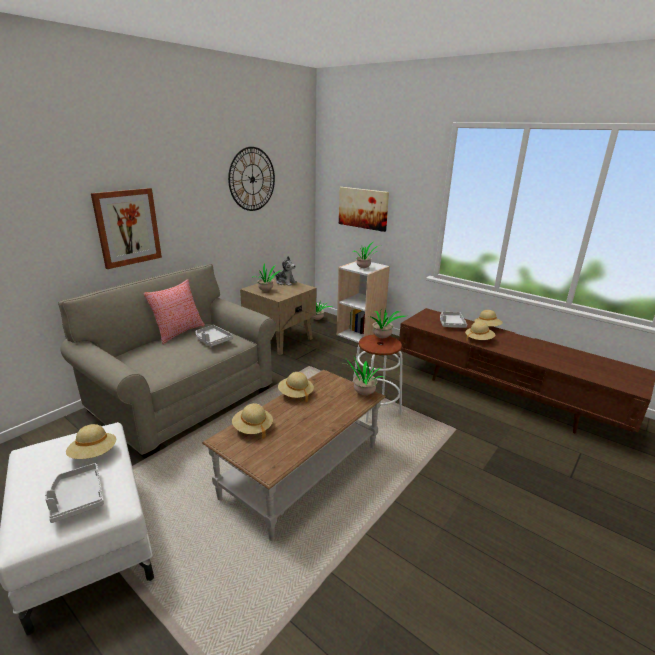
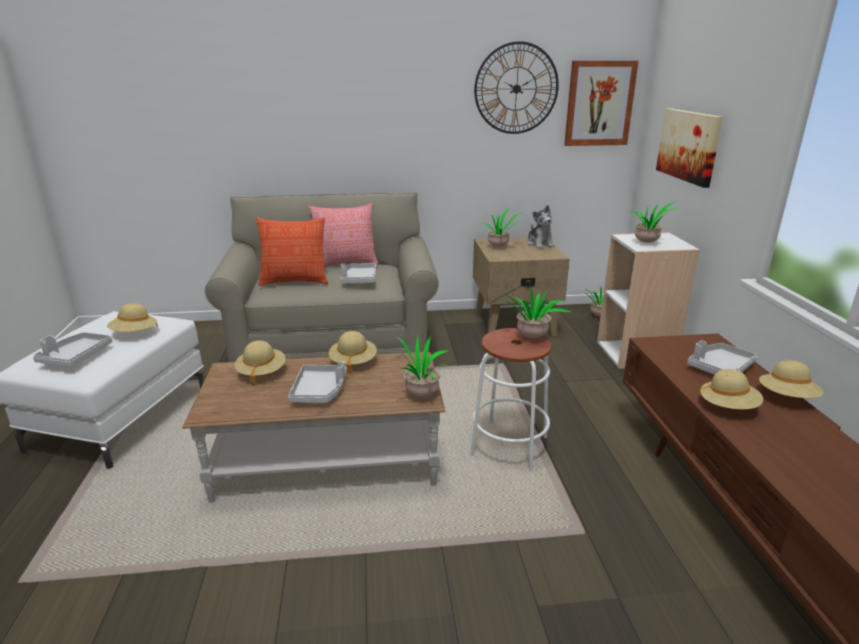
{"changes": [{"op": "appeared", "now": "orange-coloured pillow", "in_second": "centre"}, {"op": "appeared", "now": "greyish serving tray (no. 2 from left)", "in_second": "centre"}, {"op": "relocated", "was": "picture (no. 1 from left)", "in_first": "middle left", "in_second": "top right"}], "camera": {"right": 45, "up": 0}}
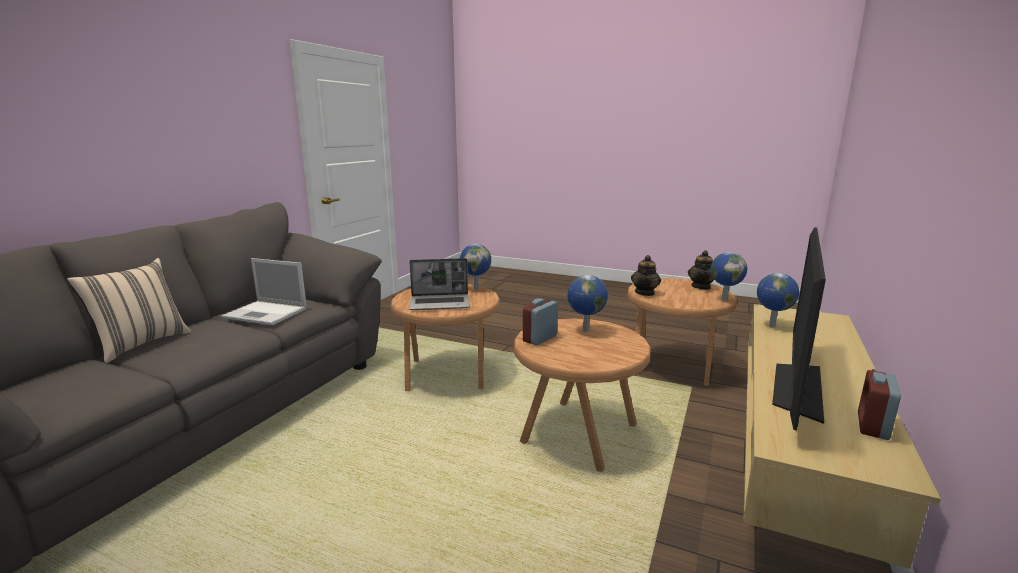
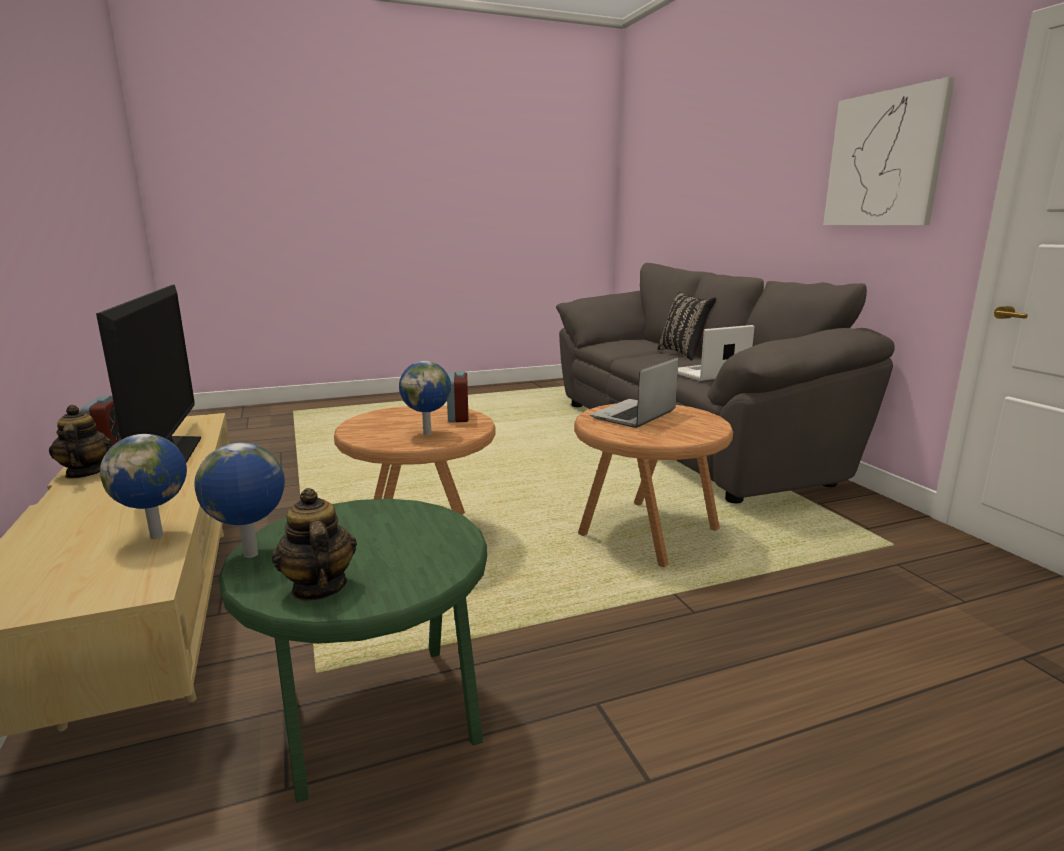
{"changes": [{"op": "missing", "was": "globe (no. 1 from left)", "in_first": "centre"}, {"op": "appeared", "now": "picture", "in_second": "top right"}, {"op": "relocated", "was": "teapot (no. 1 from left)", "in_first": "centre", "in_second": "middle left"}, {"op": "colour", "was": "beige-coloured pillow", "now": "blackish pillow", "in_first": "middle left", "in_second": "centre"}, {"op": "colour", "was": "brownish accent table (no. 3 from left)", "now": "green-coloured accent table", "in_first": "middle right", "in_second": "bottom left"}], "camera": {"right": 135, "up": 0}}
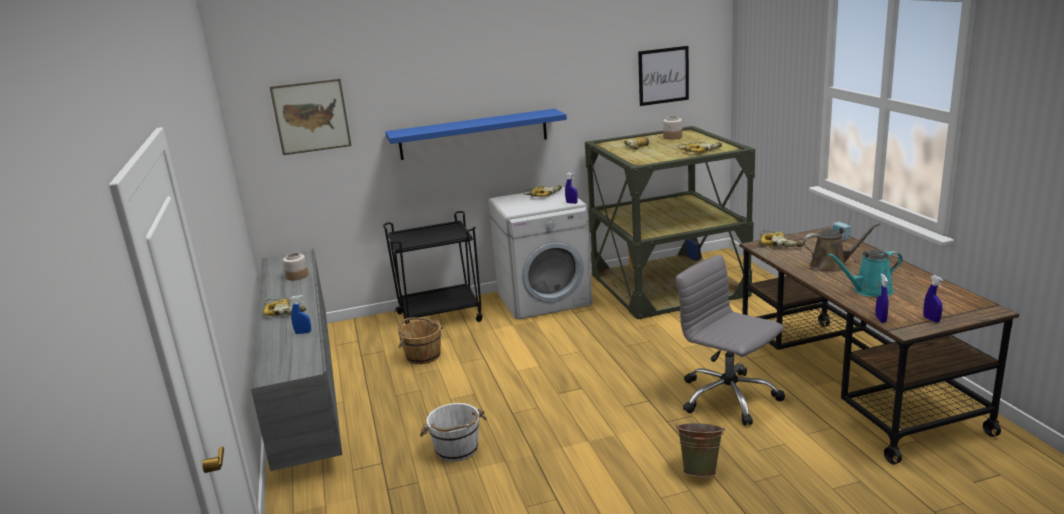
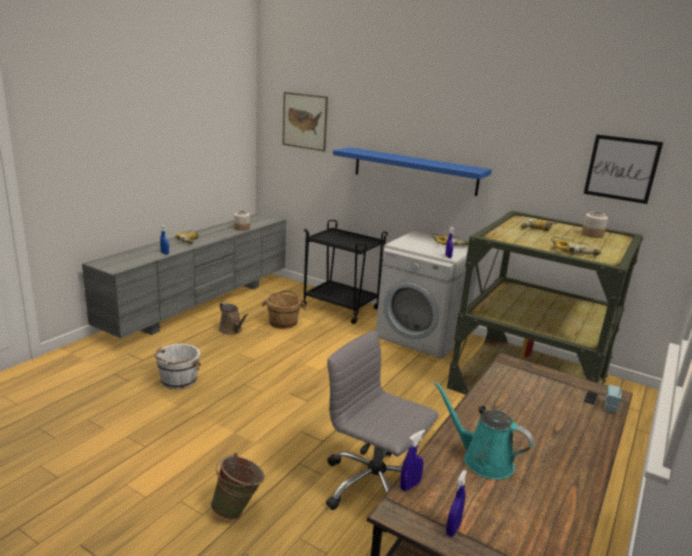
{"changes": [{"op": "missing", "was": "electric drill (no. 5 from left)", "in_first": "middle right"}, {"op": "relocated", "was": "brownish watering can", "in_first": "middle right", "in_second": "centre"}, {"op": "spun", "was": "greyish computer chair", "in_first": "middle right", "in_second": "bottom centre", "clockwise": -60}], "camera": {"right": 45, "up": 0}}
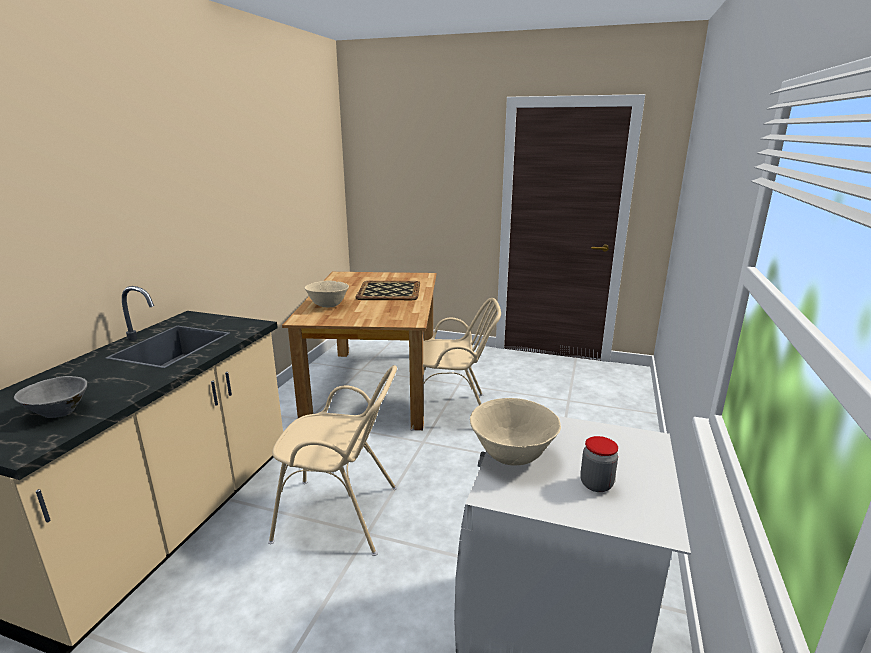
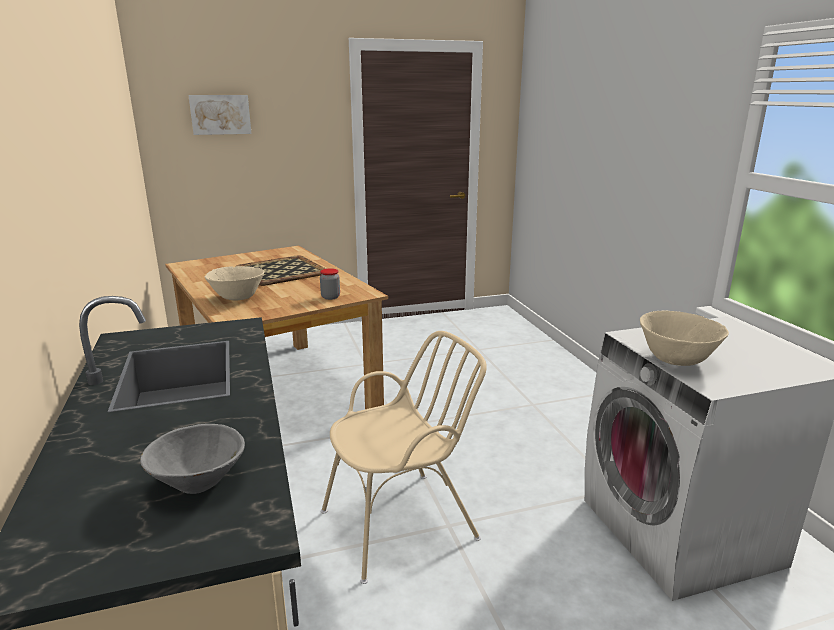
{"changes": [{"op": "missing", "was": "beige-coloured plain chair (no. 2 from left)", "in_first": "centre"}, {"op": "appeared", "now": "picture", "in_second": "top left"}, {"op": "relocated", "was": "jar", "in_first": "bottom right", "in_second": "centre"}], "camera": {"right": -35, "up": 0}}
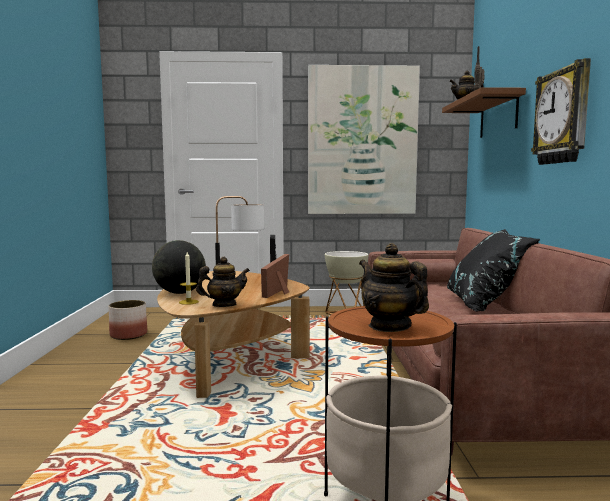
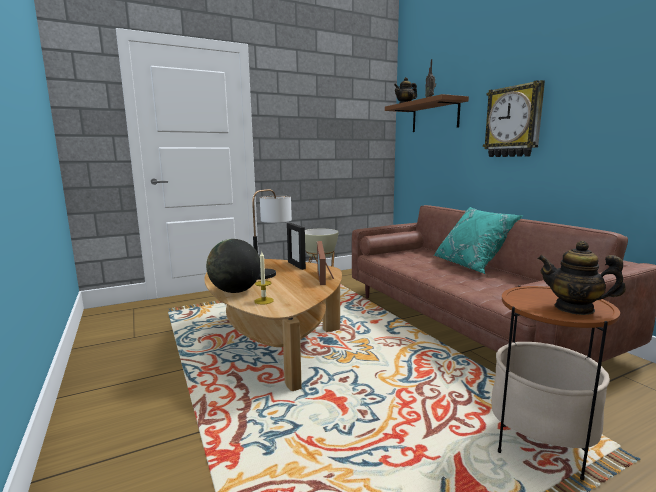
{"changes": [{"op": "missing", "was": "plant pot (no. 1 from left)", "in_first": "middle left"}, {"op": "missing", "was": "teapot (no. 1 from left)", "in_first": "centre"}, {"op": "missing", "was": "picture", "in_first": "top centre"}, {"op": "colour", "was": "blackish pillow", "now": "blue-green pillow", "in_first": "middle right", "in_second": "middle right"}], "camera": {"right": -25, "up": 5}}
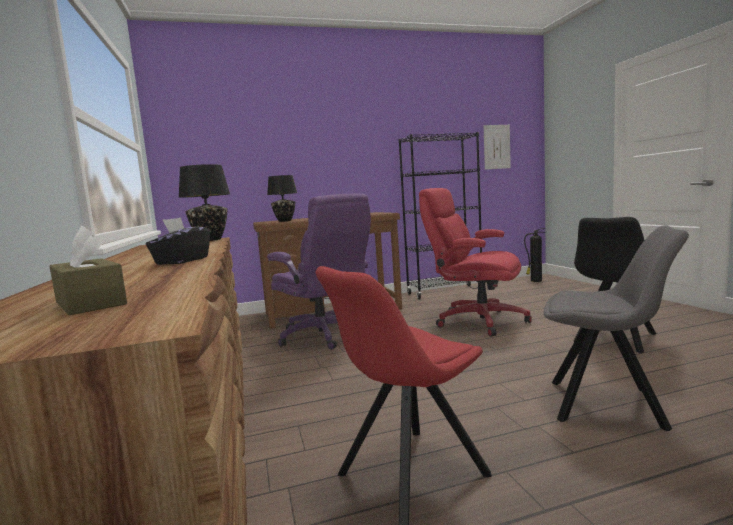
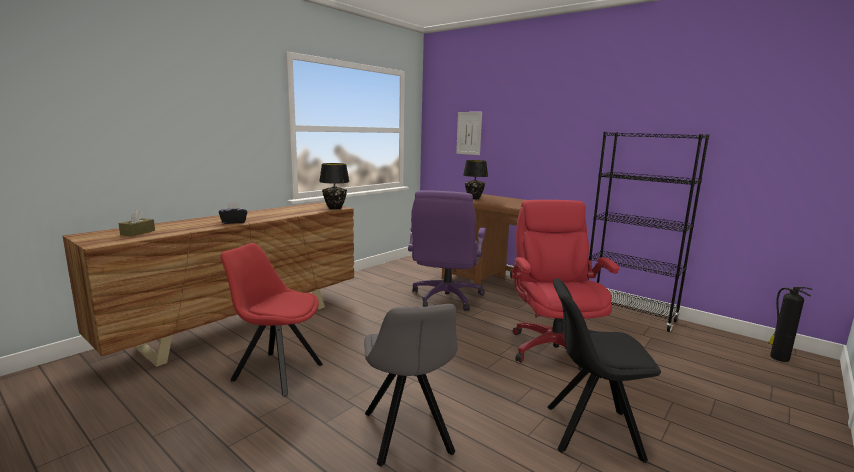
{"changes": [{"op": "relocated", "was": "picture", "in_first": "top right", "in_second": "top centre"}], "camera": {"right": 55, "up": 5}}
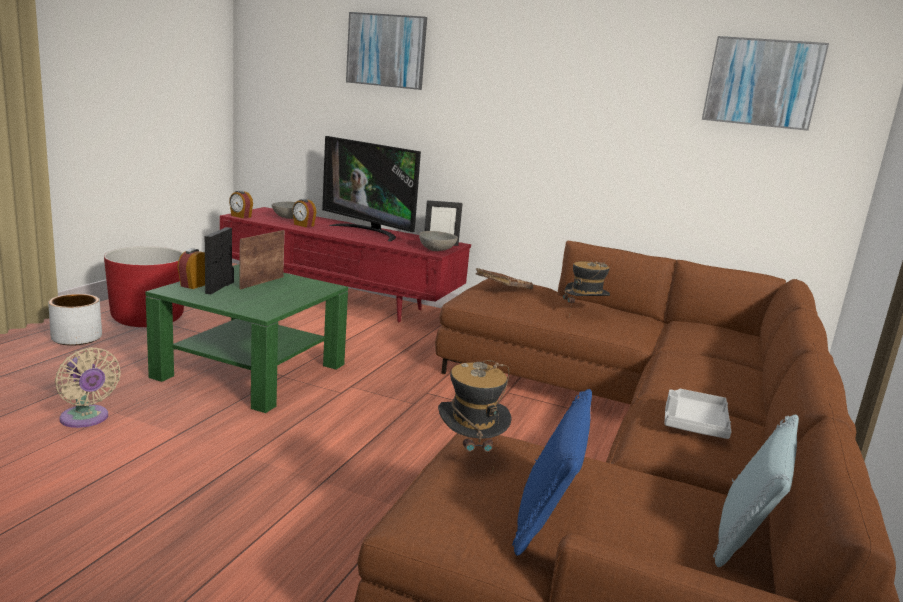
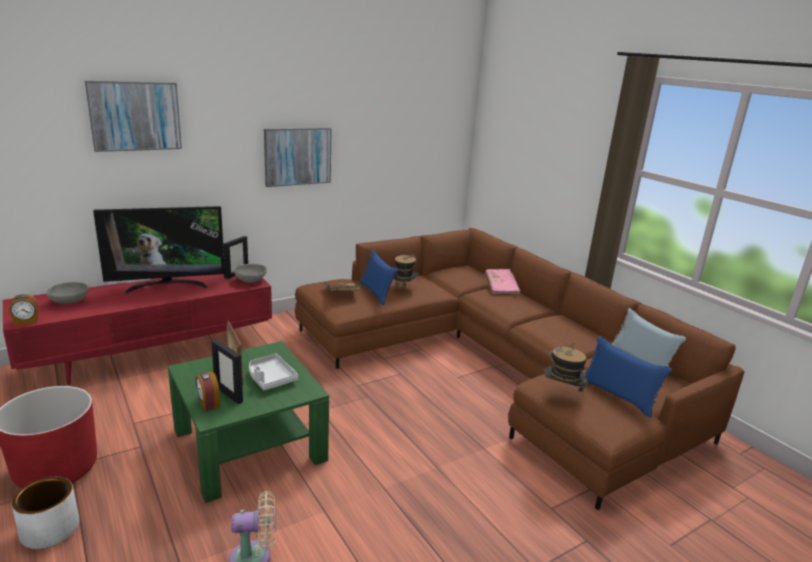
{"changes": [{"op": "missing", "was": "alarm clock (no. 3 from left)", "in_first": "centre"}, {"op": "appeared", "now": "blue-coloured pillow (no. 1 from left)", "in_second": "centre"}, {"op": "appeared", "now": "pink-coloured volume", "in_second": "centre"}, {"op": "relocated", "was": "greyish serving tray", "in_first": "bottom right", "in_second": "centre"}, {"op": "relocated", "was": "picture (no. 2 from left)", "in_first": "top right", "in_second": "top centre"}], "camera": {"right": -55, "up": 5}}
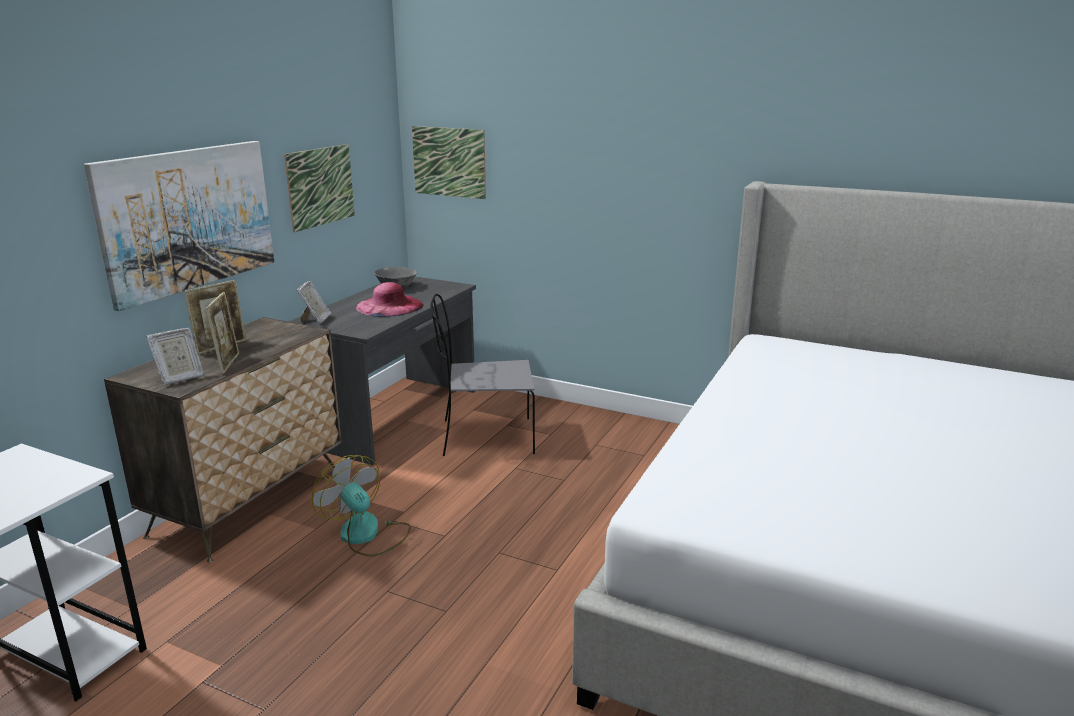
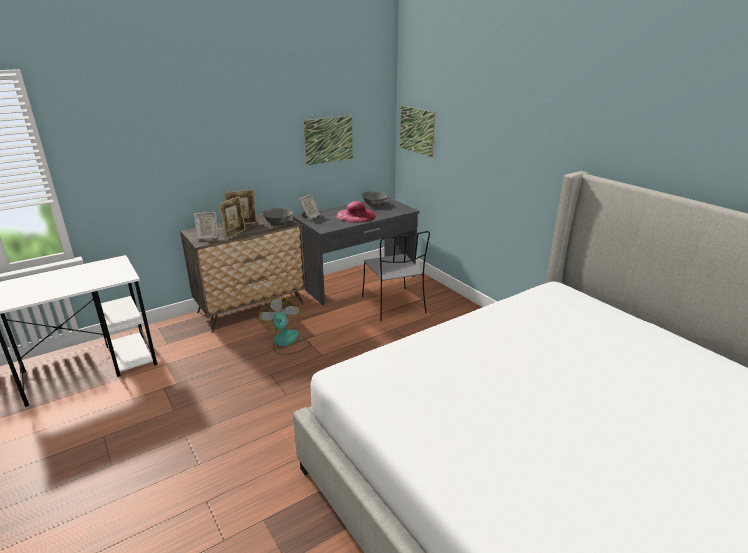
{"changes": [{"op": "missing", "was": "picture (no. 1 from left)", "in_first": "top left"}, {"op": "appeared", "now": "greyish serving bowl (no. 1 from left)", "in_second": "centre"}, {"op": "spun", "was": "greyish plain chair", "in_first": "centre", "in_second": "centre", "clockwise": -135}], "camera": {"right": 30, "up": 5}}
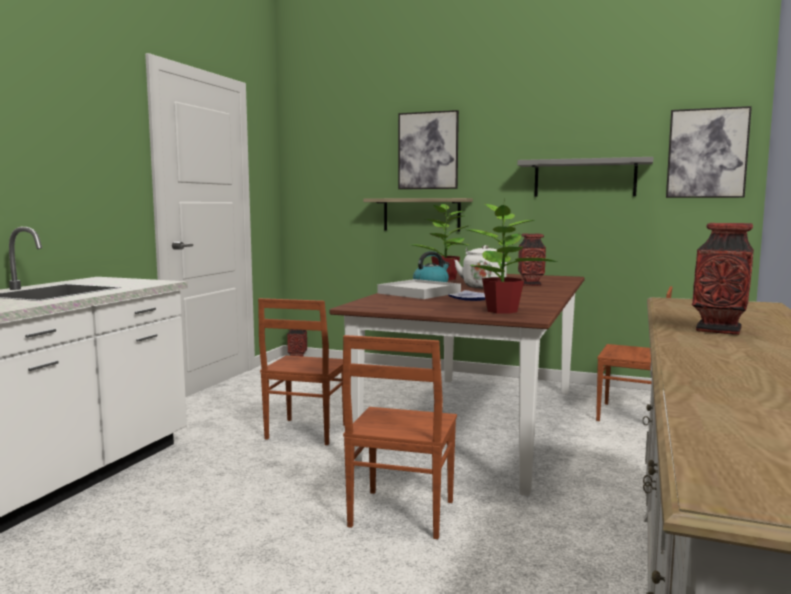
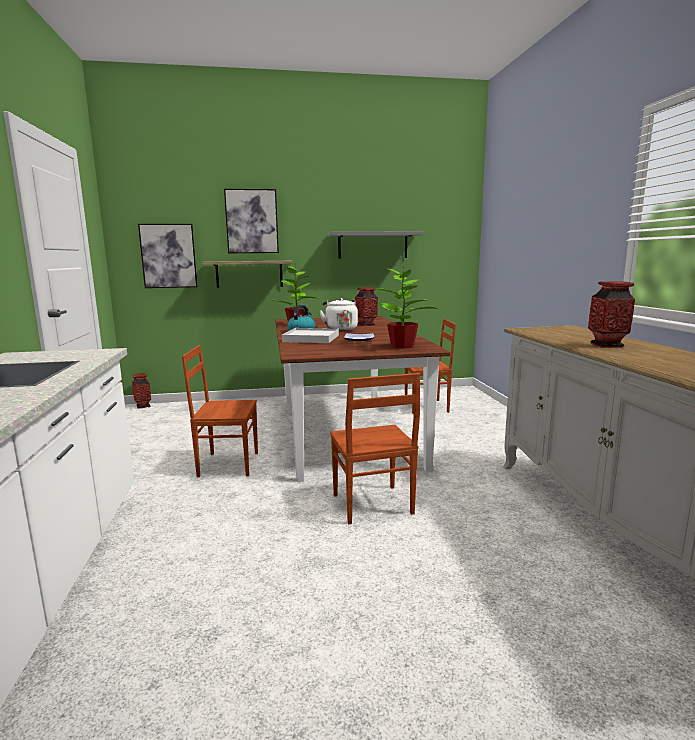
{"changes": [{"op": "relocated", "was": "picture (no. 2 from left in the first image)", "now": "picture (no. 1 from left)", "in_first": "top right", "in_second": "middle left"}, {"op": "spun", "was": "brownish plain chair (no. 1 from left)", "in_first": "centre", "in_second": "middle left", "clockwise": 105}], "camera": {"right": -30, "up": 5}}
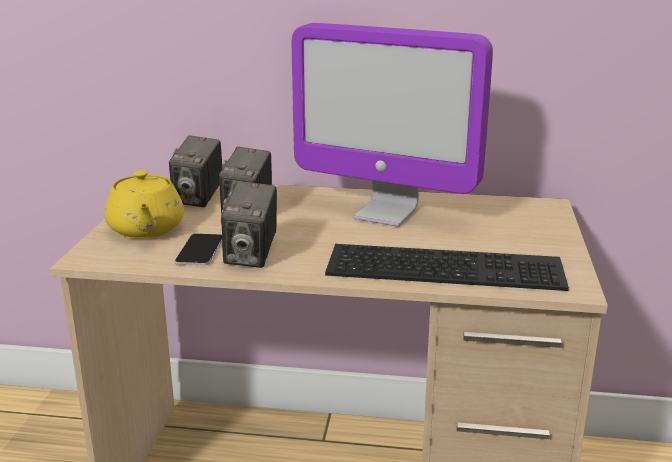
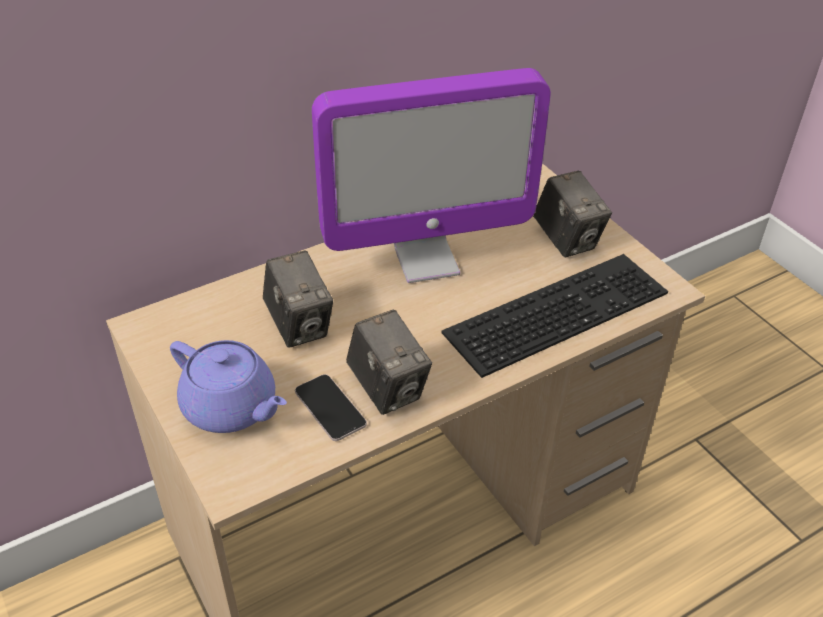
{"changes": [{"op": "relocated", "was": "photo camera (no. 1 from left in the first image)", "now": "photo camera (no. 3 from left)", "in_first": "middle left", "in_second": "middle right"}, {"op": "colour", "was": "yellow teapot", "now": "purplish teapot", "in_first": "middle left", "in_second": "middle left"}], "camera": {"right": -40, "up": 20}}
